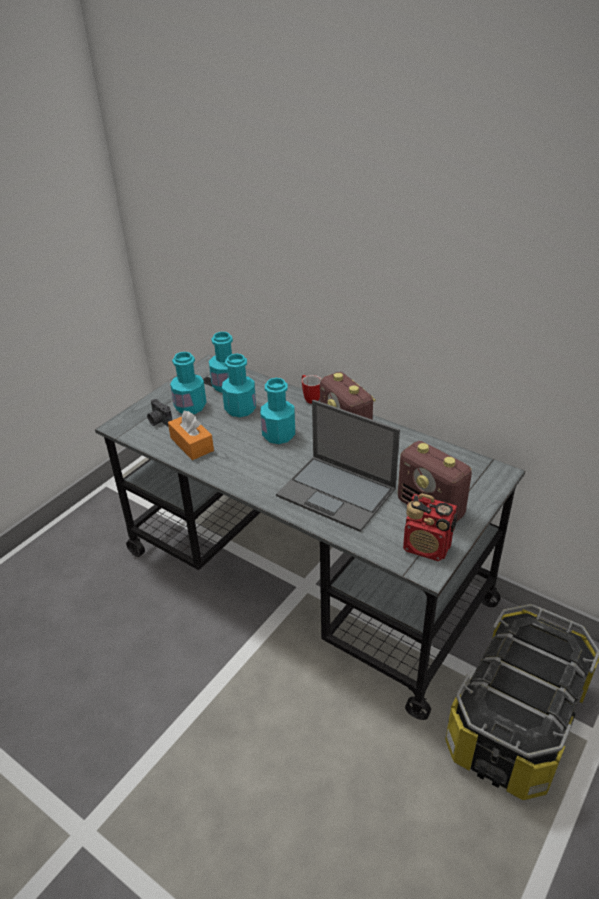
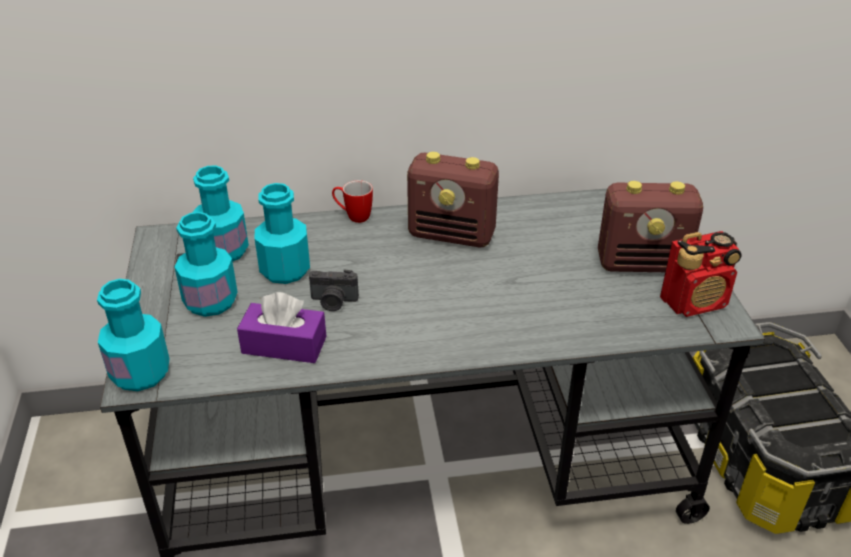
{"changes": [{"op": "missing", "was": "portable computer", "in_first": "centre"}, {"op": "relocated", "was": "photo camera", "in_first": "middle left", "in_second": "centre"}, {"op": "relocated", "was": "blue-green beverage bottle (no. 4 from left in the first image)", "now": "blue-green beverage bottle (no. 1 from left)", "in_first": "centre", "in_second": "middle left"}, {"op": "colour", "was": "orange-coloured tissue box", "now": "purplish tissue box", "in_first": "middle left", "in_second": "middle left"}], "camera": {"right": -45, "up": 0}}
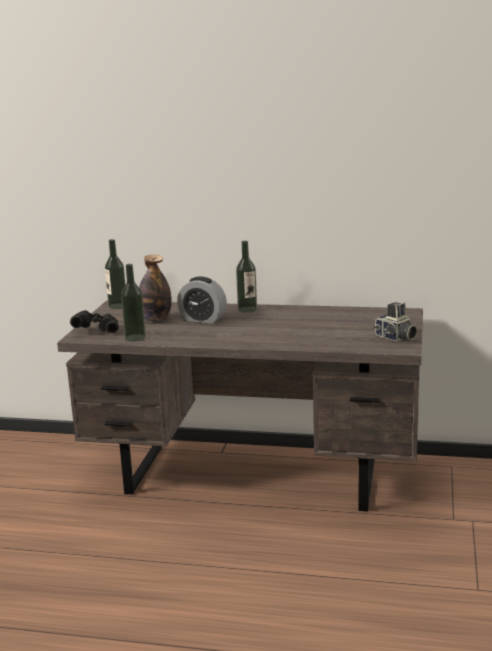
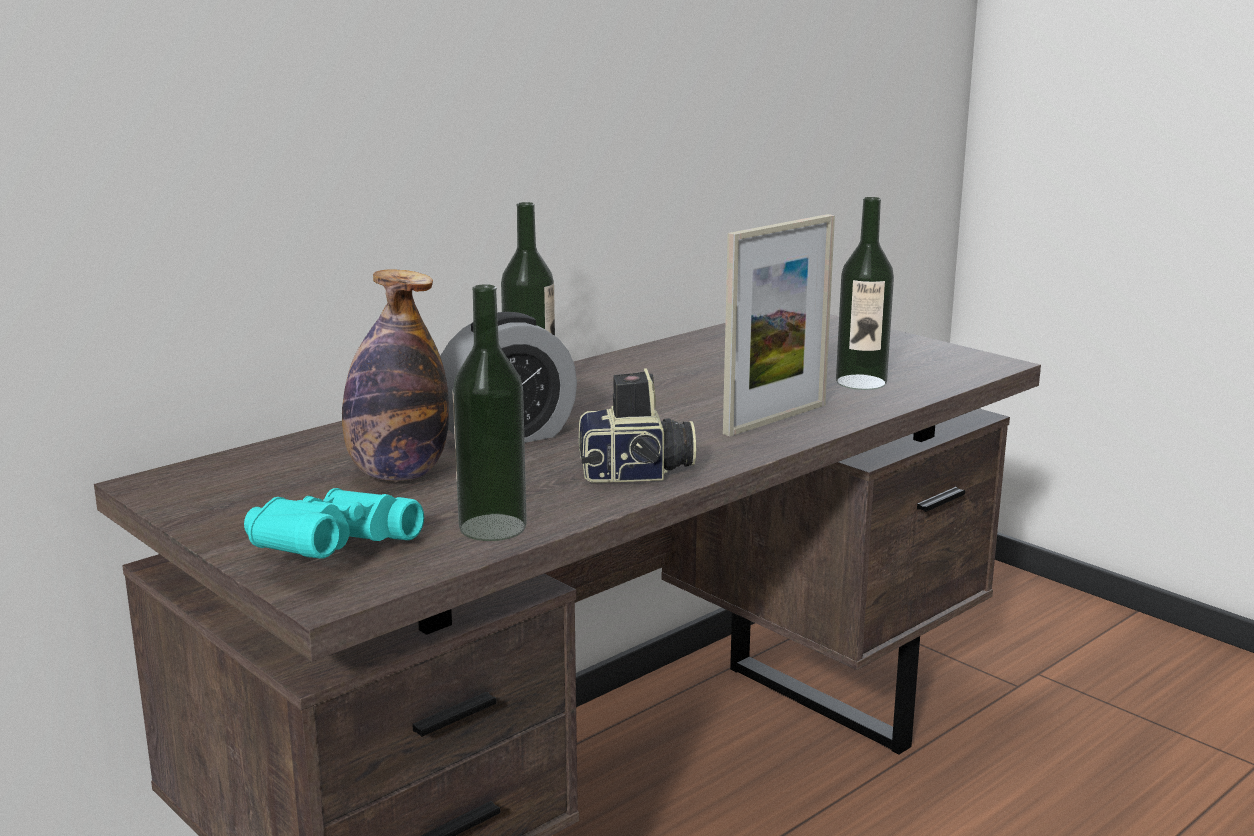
{"changes": [{"op": "appeared", "now": "picture frame", "in_second": "centre"}, {"op": "relocated", "was": "beverage bottle (no. 1 from left in the first image)", "now": "beverage bottle (no. 4 from left)", "in_first": "middle left", "in_second": "middle right"}, {"op": "relocated", "was": "photo camera", "in_first": "middle right", "in_second": "centre"}, {"op": "colour", "was": "blackish field glasses", "now": "blue-green field glasses", "in_first": "middle left", "in_second": "middle left"}], "camera": {"right": -55, "up": 0}}
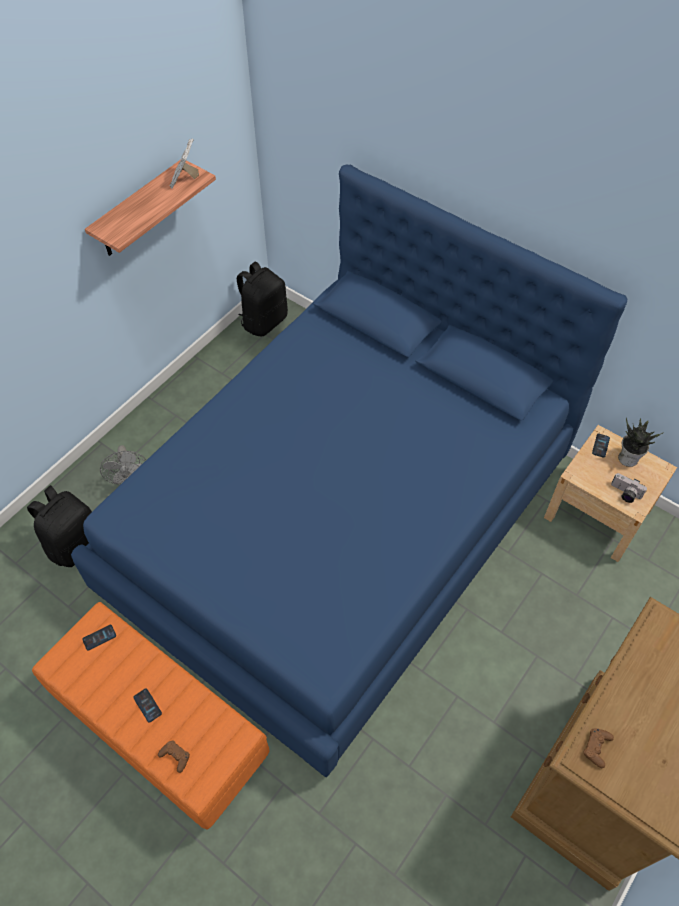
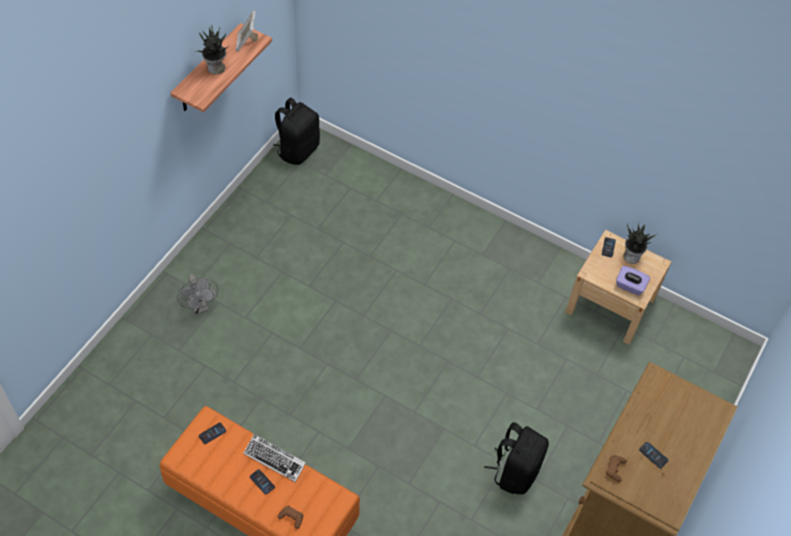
{"changes": [{"op": "missing", "was": "blue-coloured bed", "in_first": "centre"}, {"op": "appeared", "now": "houseplant (no. 1 from left)", "in_second": "top left"}, {"op": "appeared", "now": "PC keyboard", "in_second": "bottom centre"}, {"op": "appeared", "now": "phone (no. 4 from left)", "in_second": "bottom right"}, {"op": "relocated", "was": "blackish rucksack (no. 1 from left in the first image)", "now": "blackish rucksack (no. 2 from left)", "in_first": "middle left", "in_second": "bottom centre"}, {"op": "exchanged", "was": "photo camera", "now": "purplish tissue box", "in_first": "middle right", "in_second": "middle right"}], "camera": {"right": -10, "up": 0}}
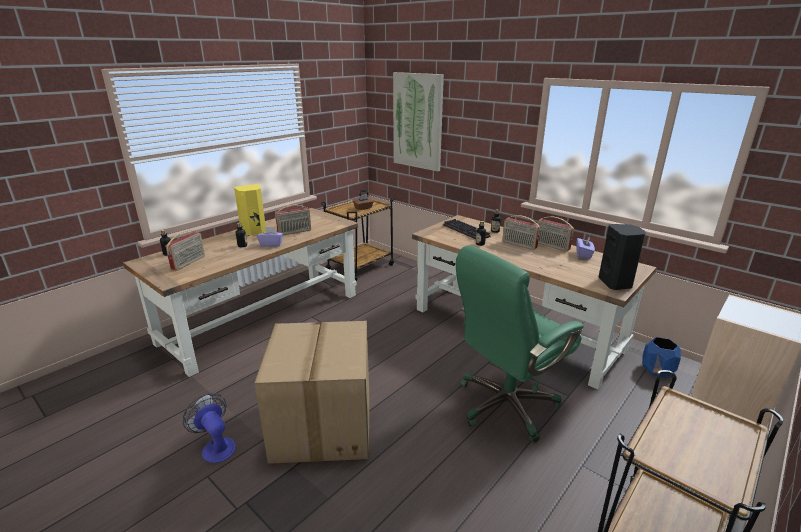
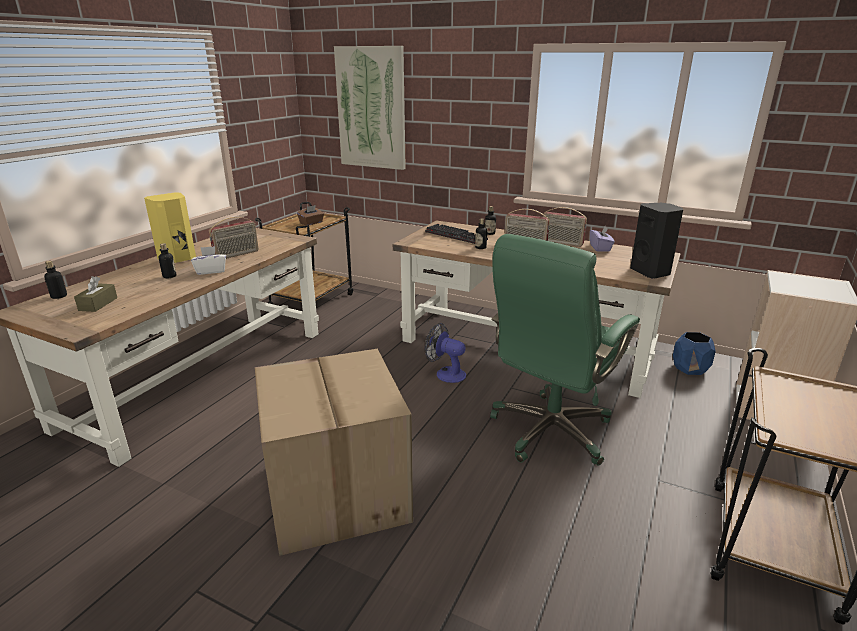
{"changes": [{"op": "relocated", "was": "electric fan", "in_first": "bottom left", "in_second": "centre"}, {"op": "exchanged", "was": "radio receiver (no. 1 from left)", "now": "brownish tissue box (no. 1 from left)", "in_first": "middle left", "in_second": "middle left"}, {"op": "colour", "was": "purplish tissue box (no. 1 from left)", "now": "whitish tissue box", "in_first": "centre", "in_second": "middle left"}], "camera": {"right": -15, "up": 0}}
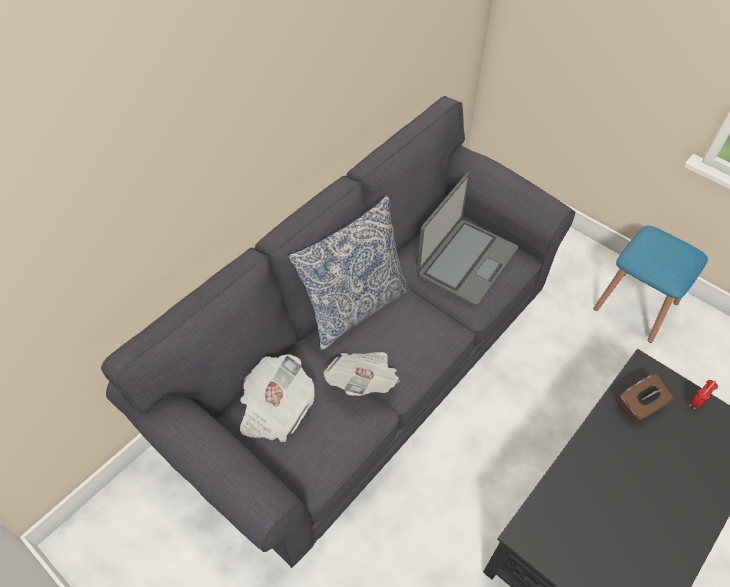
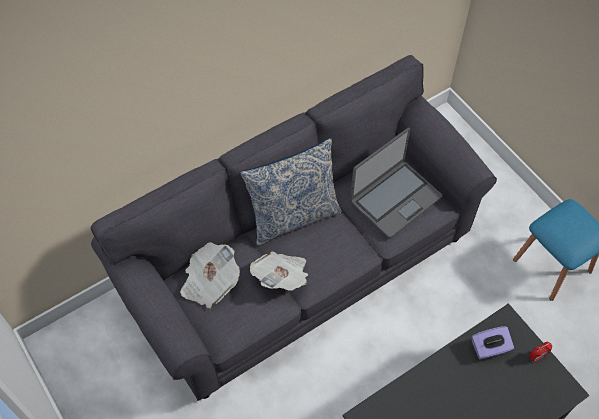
{"changes": [{"op": "colour", "was": "brownish tissue box", "now": "purplish tissue box", "in_first": "bottom right", "in_second": "bottom right"}], "camera": {"right": 15, "up": 5}}
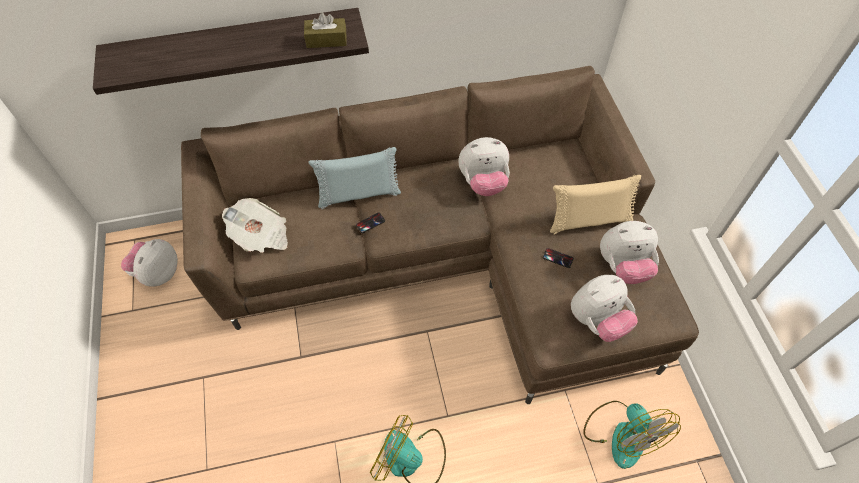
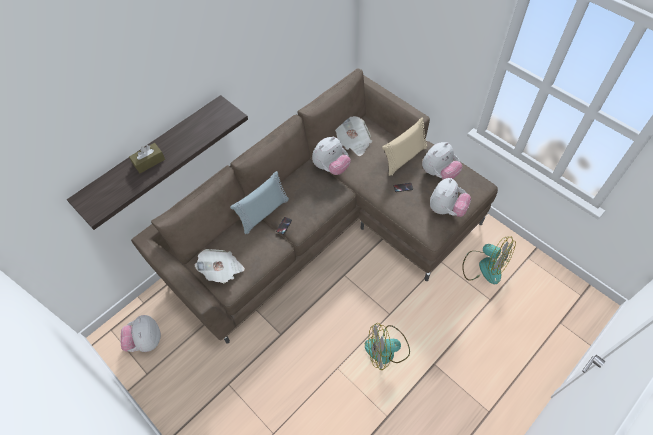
{"changes": [{"op": "appeared", "now": "printed paper (no. 2 from left)", "in_second": "top centre"}, {"op": "relocated", "was": "brownish tissue box", "in_first": "top centre", "in_second": "middle left"}], "camera": {"right": -30, "up": 0}}
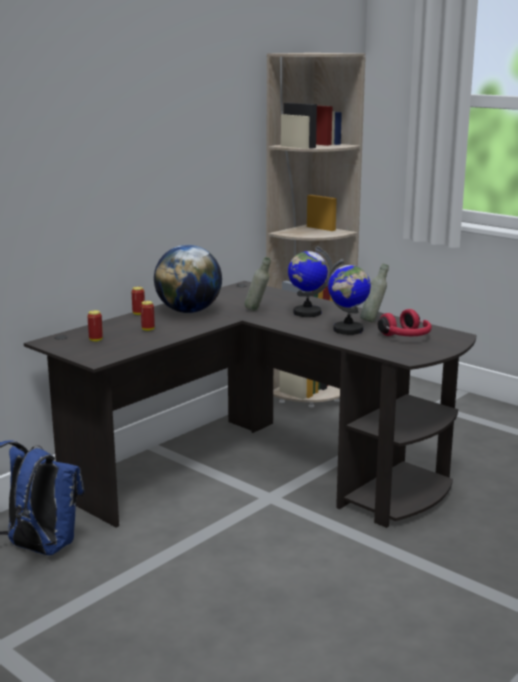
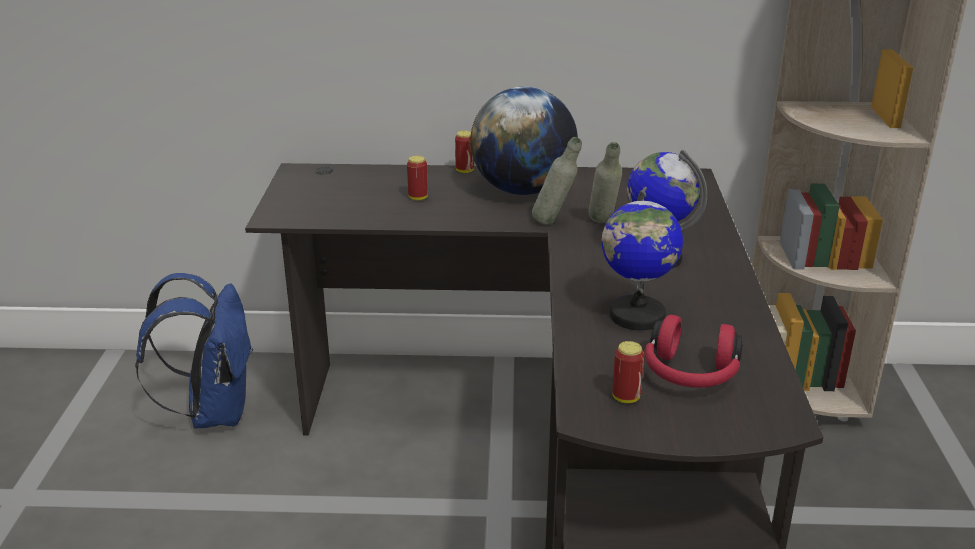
{"changes": [{"op": "relocated", "was": "can (no. 1 from left in the first image)", "now": "can (no. 3 from left)", "in_first": "middle left", "in_second": "bottom centre"}, {"op": "relocated", "was": "greyish beverage bottle (no. 2 from left in the first image)", "now": "greyish beverage bottle (no. 1 from left)", "in_first": "middle right", "in_second": "top centre"}], "camera": {"right": 50, "up": 10}}
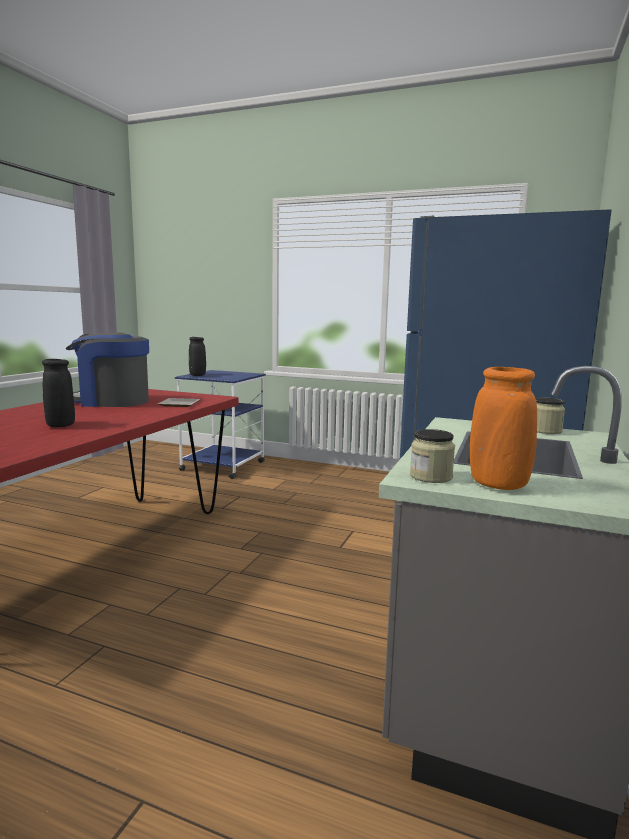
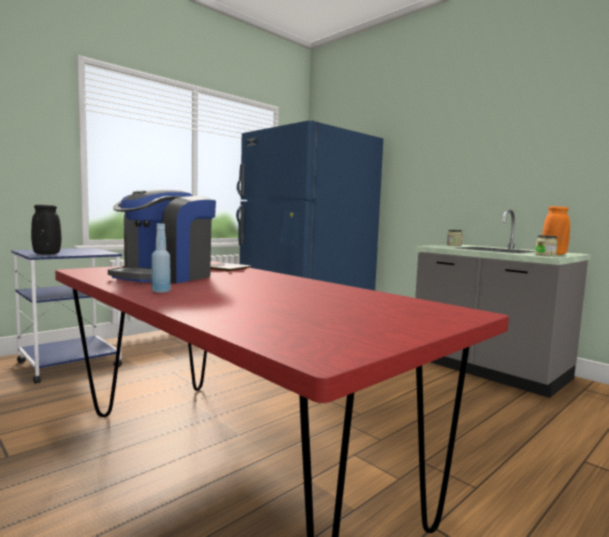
{"changes": [{"op": "missing", "was": "blackish vase (no. 1 from left)", "in_first": "middle left"}, {"op": "appeared", "now": "blue-coloured beverage bottle", "in_second": "middle left"}], "camera": {"right": -65, "up": -5}}
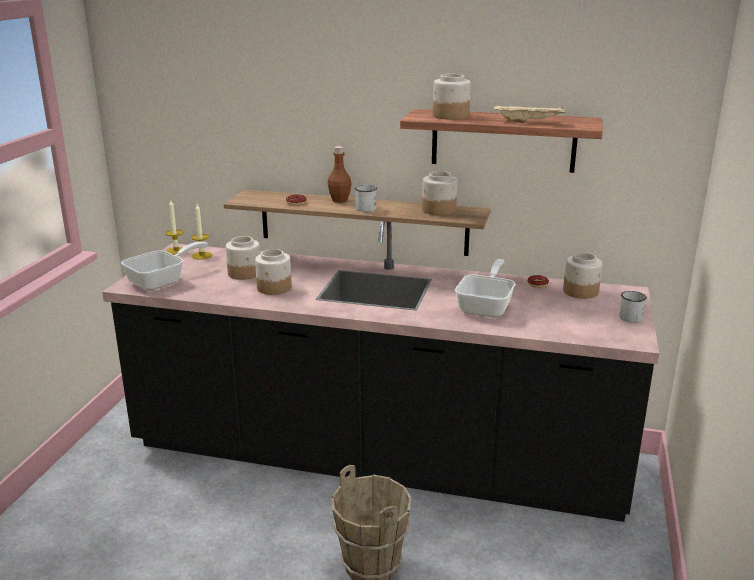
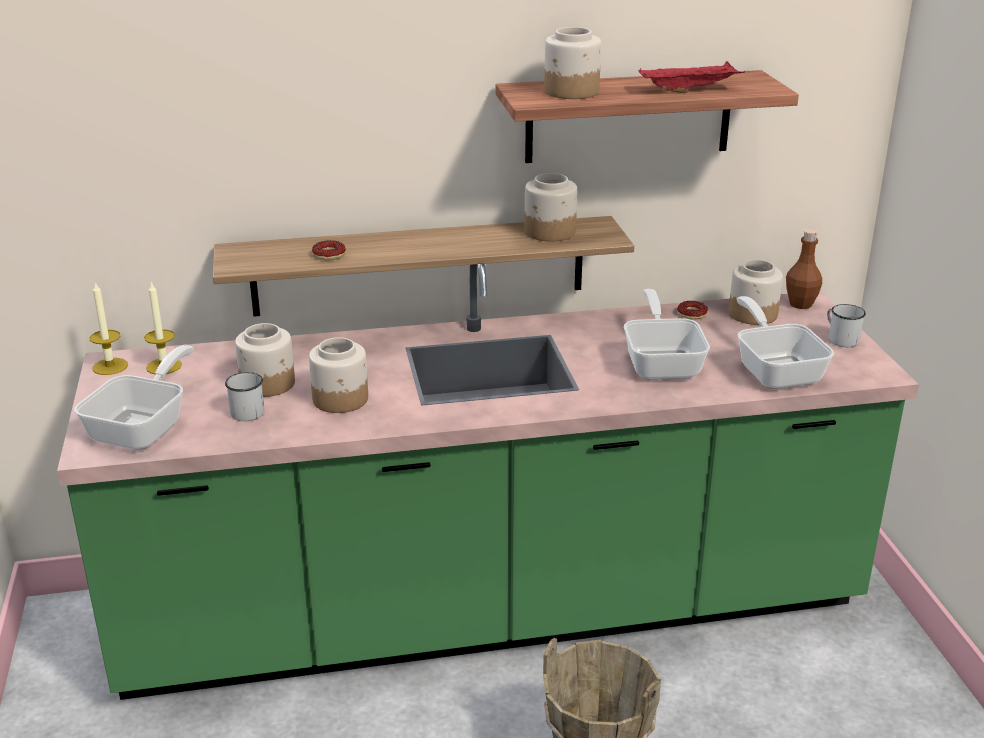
{"changes": [{"op": "appeared", "now": "frying pan (no. 3 from left)", "in_second": "middle right"}, {"op": "relocated", "was": "brownish beverage bottle", "in_first": "top centre", "in_second": "middle right"}, {"op": "relocated", "was": "whitish coffee mug (no. 1 from left)", "in_first": "centre", "in_second": "middle left"}, {"op": "colour", "was": "blackish kitchen counter", "now": "green-coloured kitchen counter", "in_first": "centre", "in_second": "centre"}, {"op": "colour", "was": "beige-coloured serving tray", "now": "red-coloured serving tray", "in_first": "top right", "in_second": "top right"}], "camera": {"right": -25, "up": 5}}
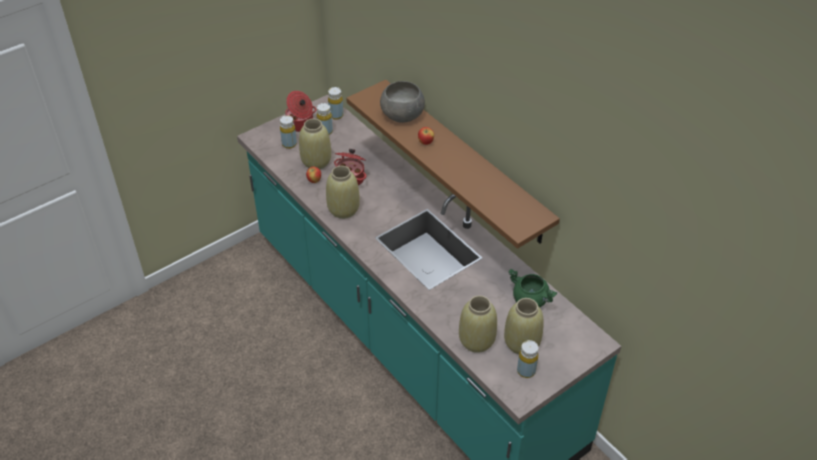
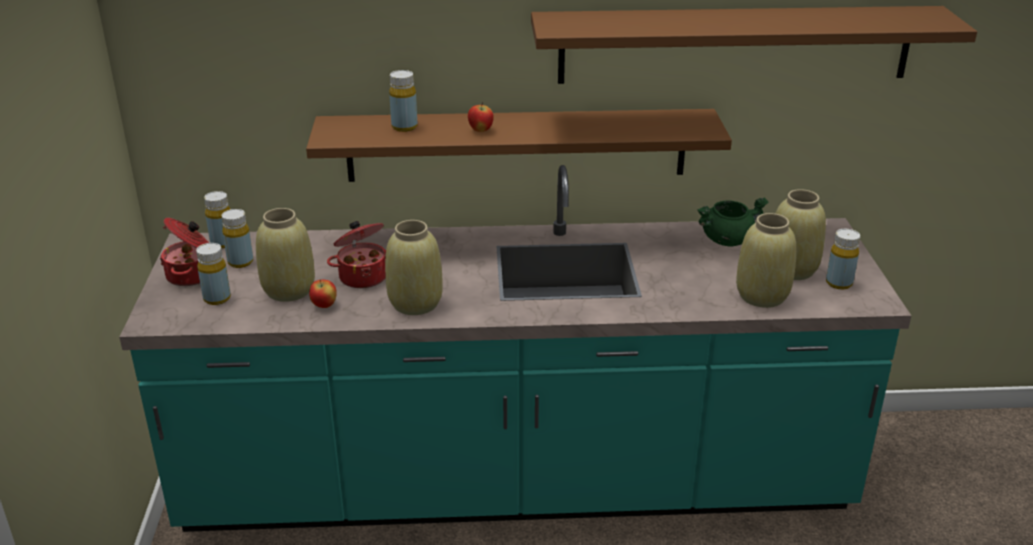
{"changes": [{"op": "appeared", "now": "brownish wall shelf (no. 2 from left)", "in_second": "top right"}, {"op": "exchanged", "was": "greyish serving bowl", "now": "yellow beverage bottle (no. 4 from left)", "in_first": "top centre", "in_second": "top centre"}], "camera": {"right": -55, "up": -15}}
